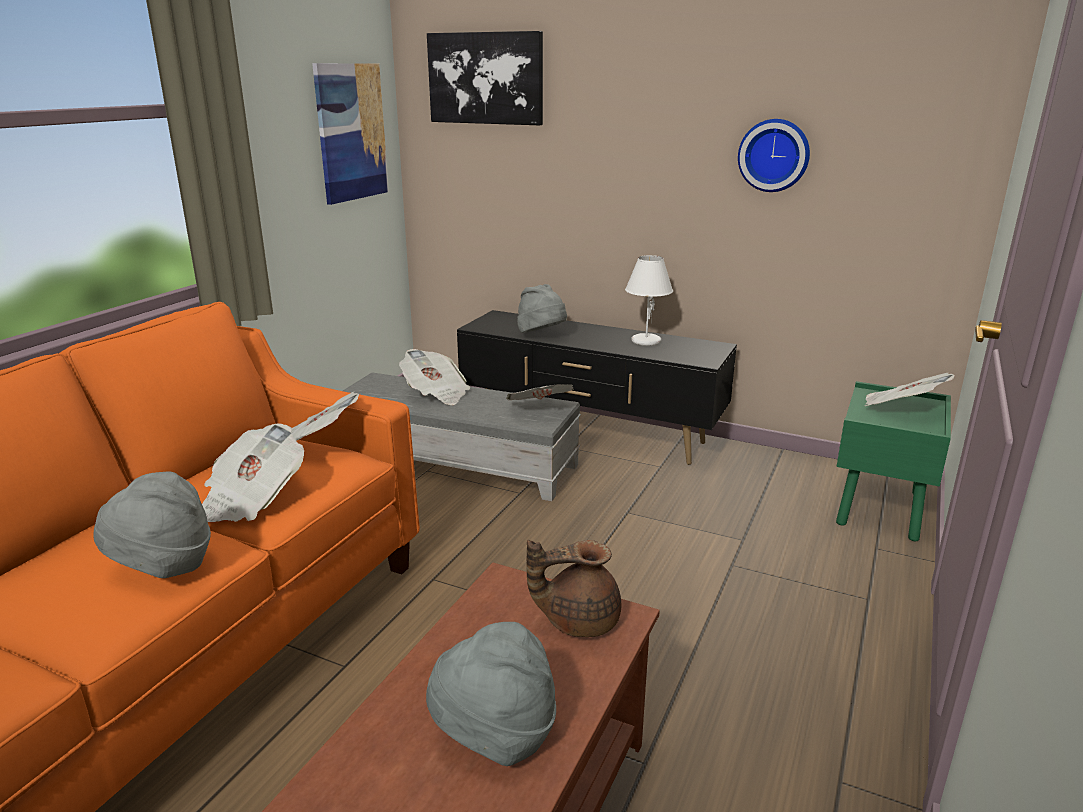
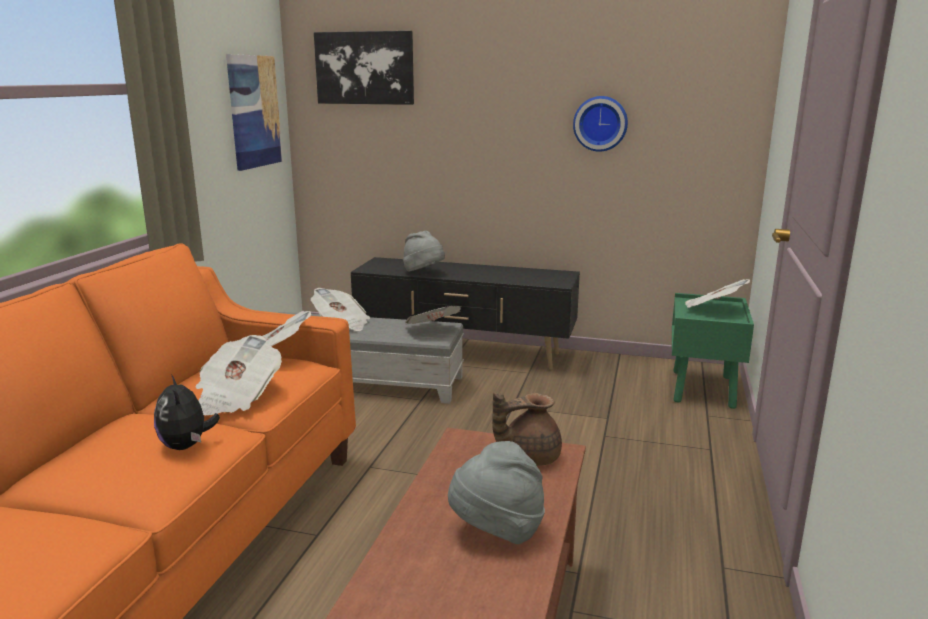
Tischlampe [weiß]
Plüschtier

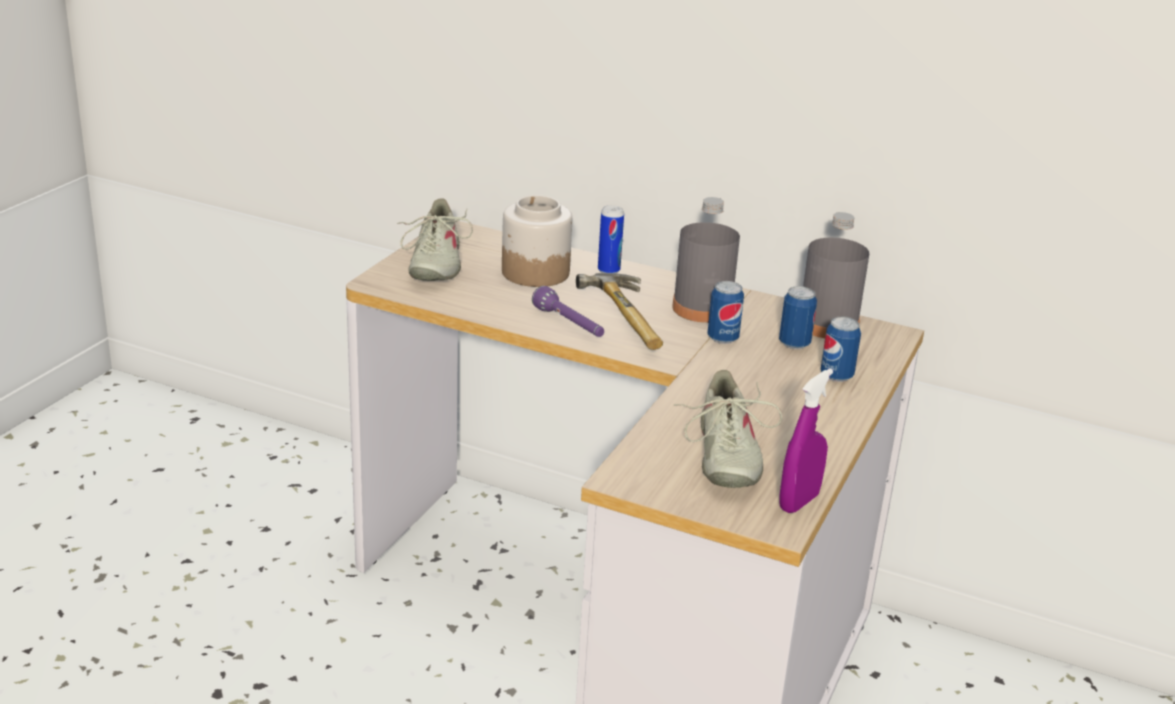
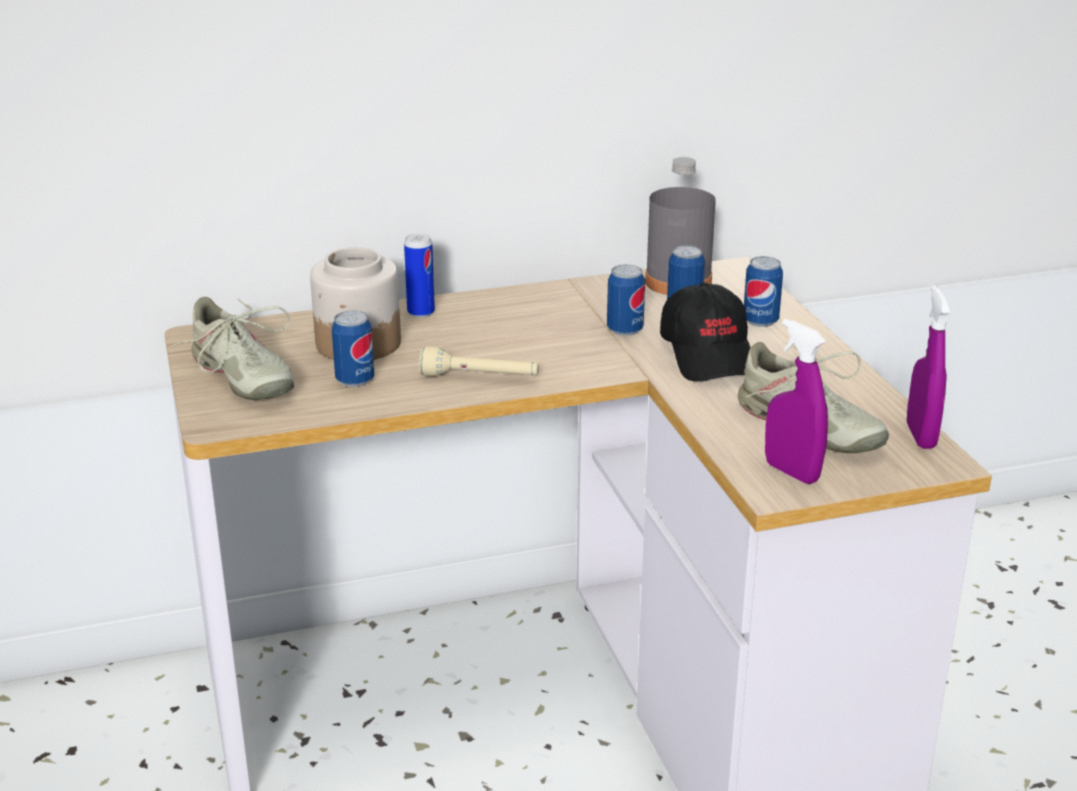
Flasche [grau] (1st from left in the first image)
Hammer
Taschenlampe [beige]
Kappe [schwarz]
Dose (1st from left)
Sprühflasche [lila] (1st from left)

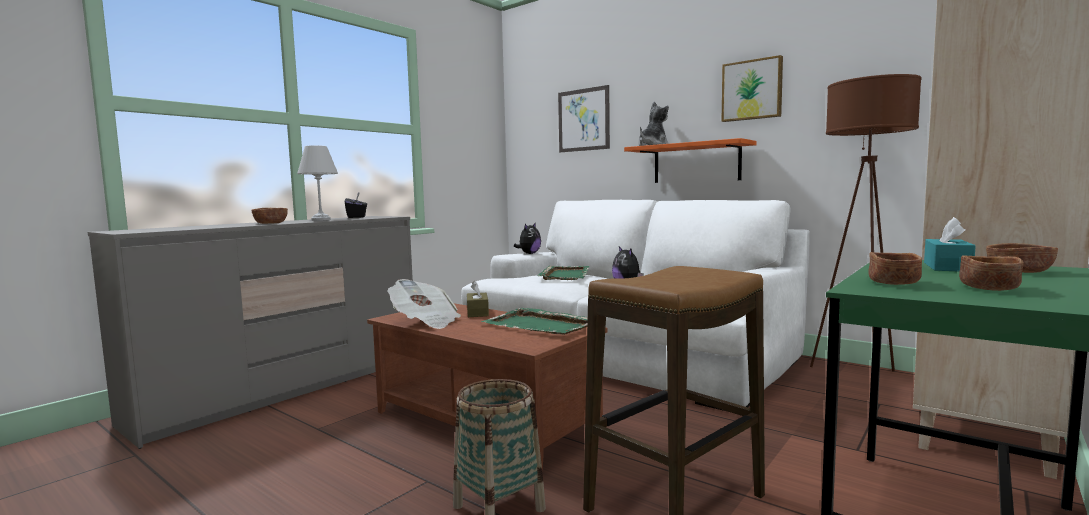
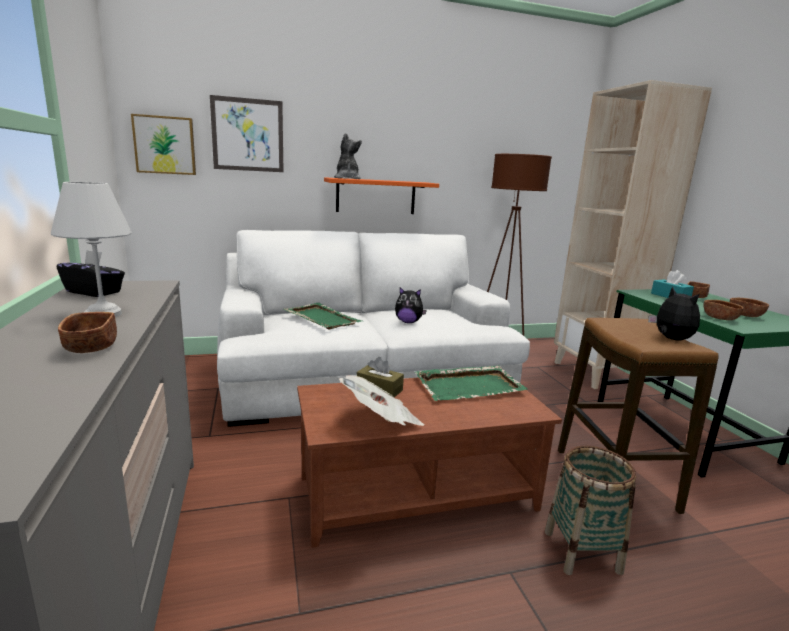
Bild (1st from left)
Plüschtier (3rd from left)

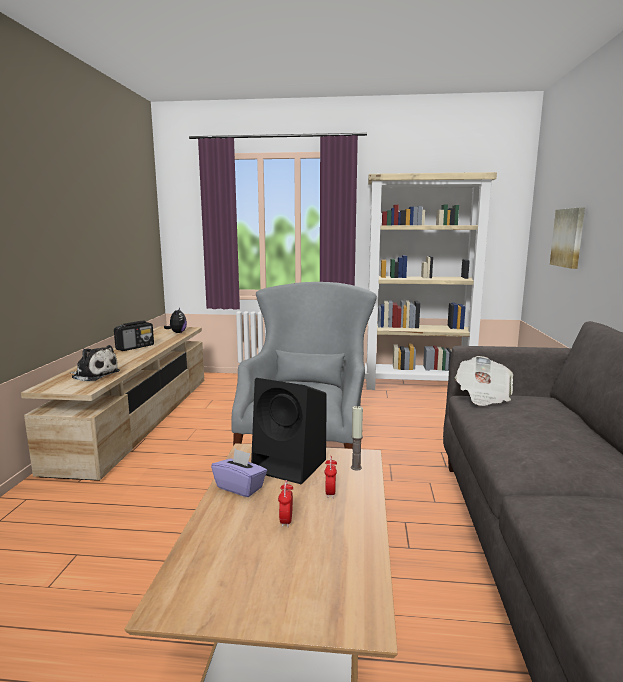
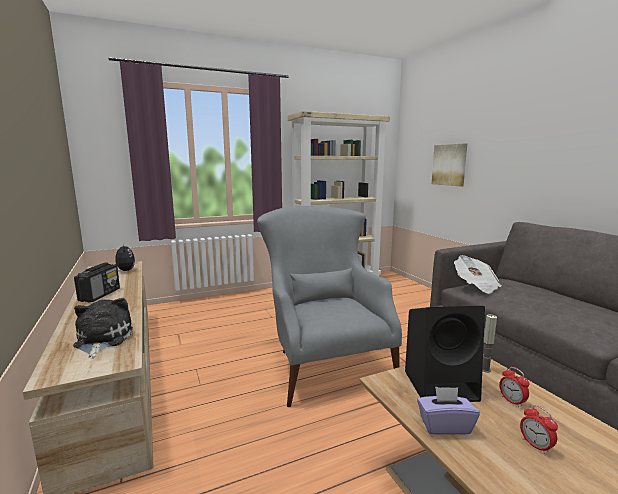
Plüschtier (1st from left)

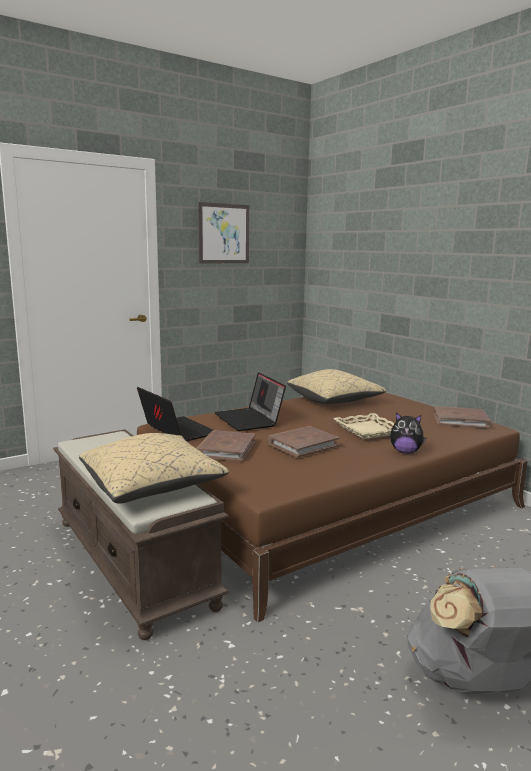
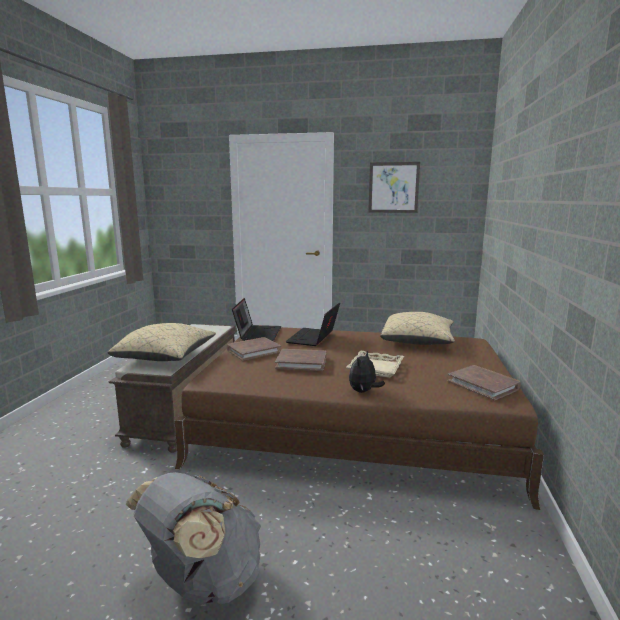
Plüschtier

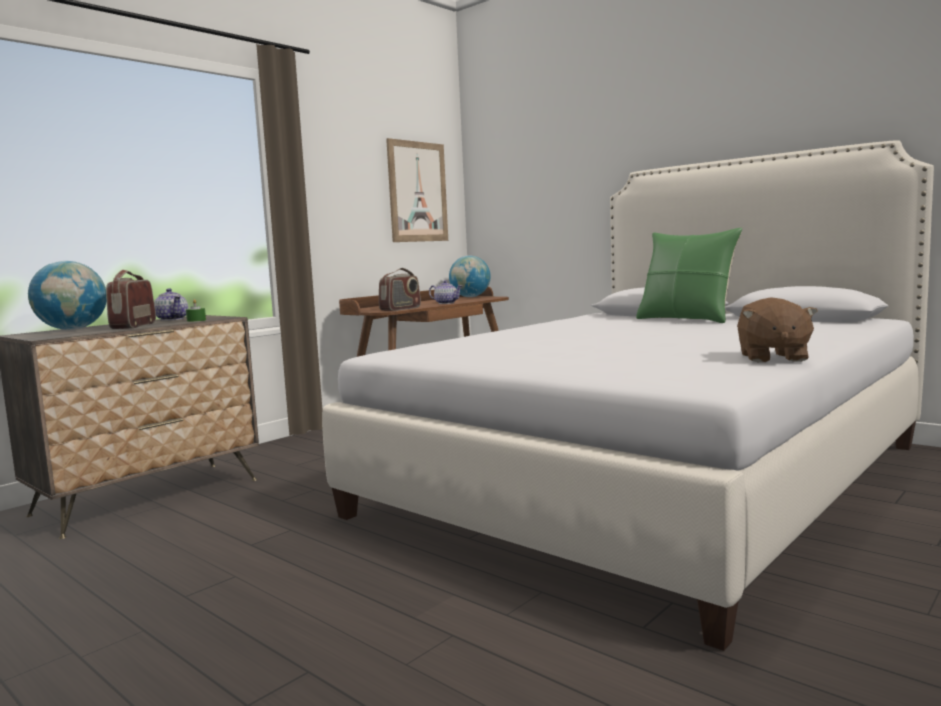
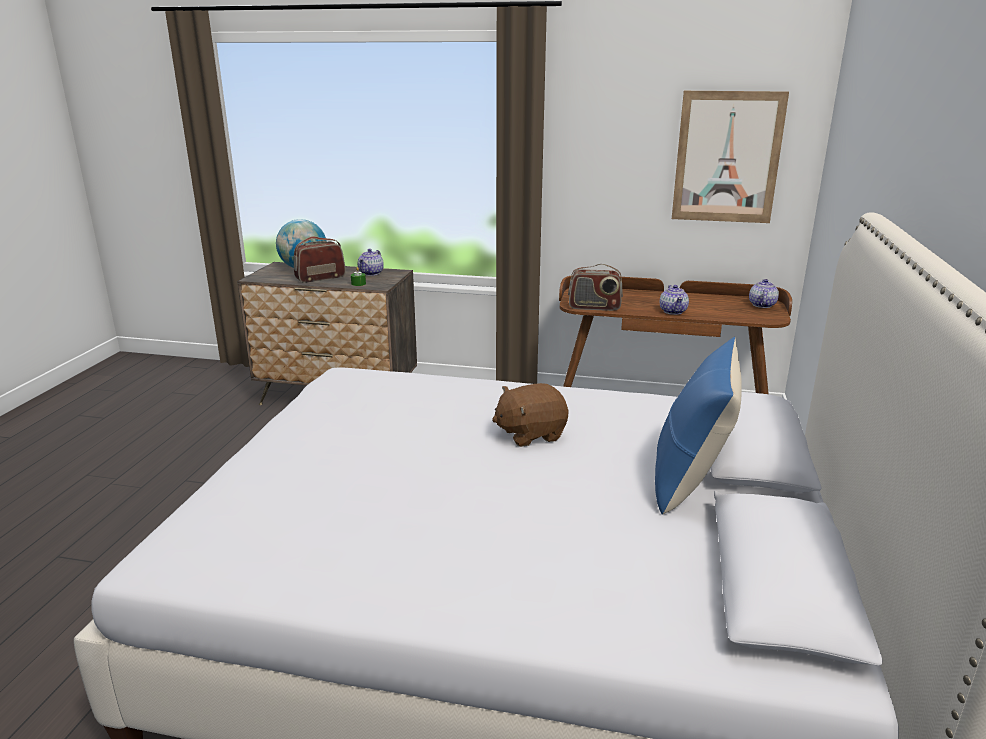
Kissen [blau]
Teekanne (3rd from left)
Plüschtier [braun]

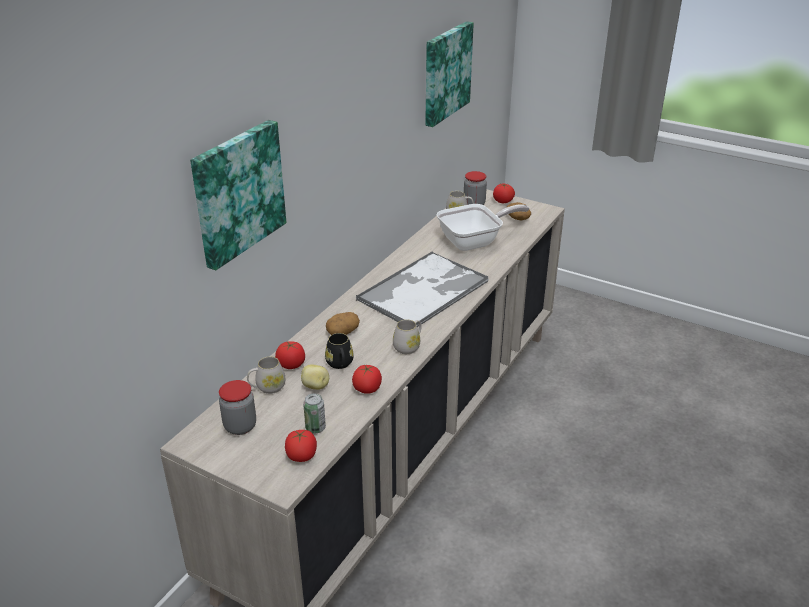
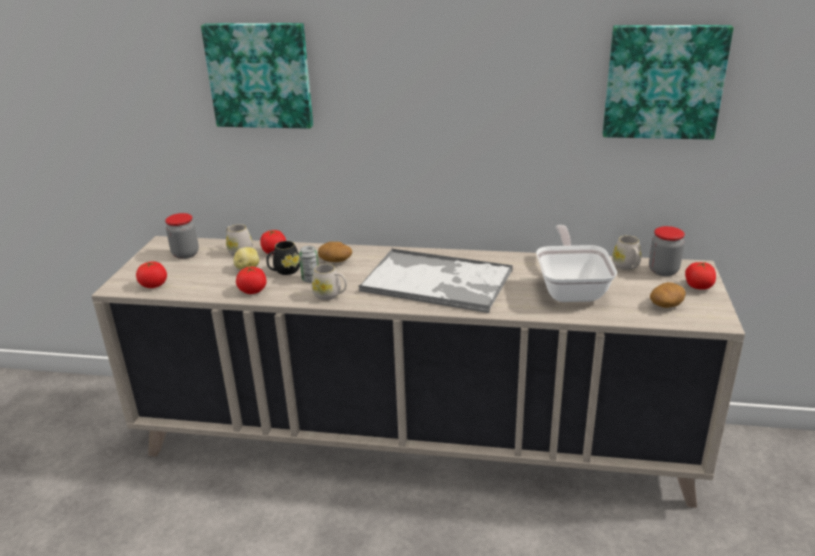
Pfanne
Dose

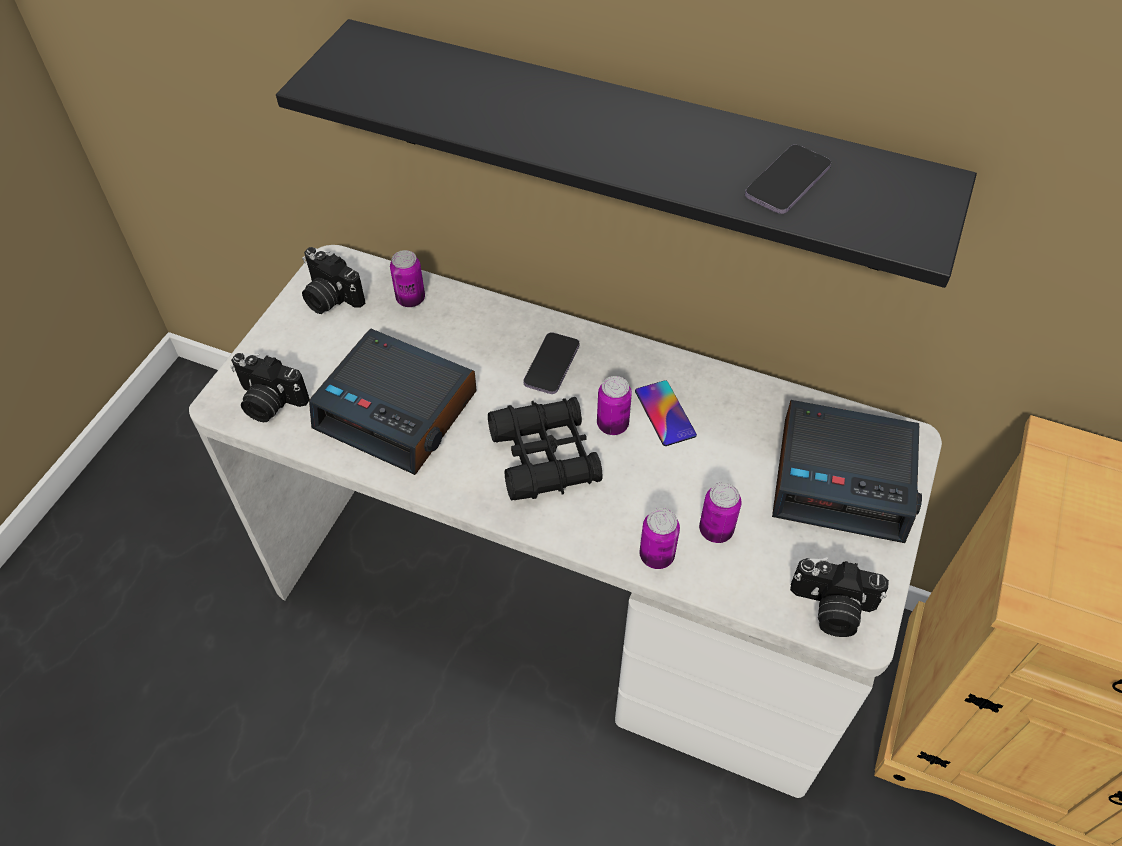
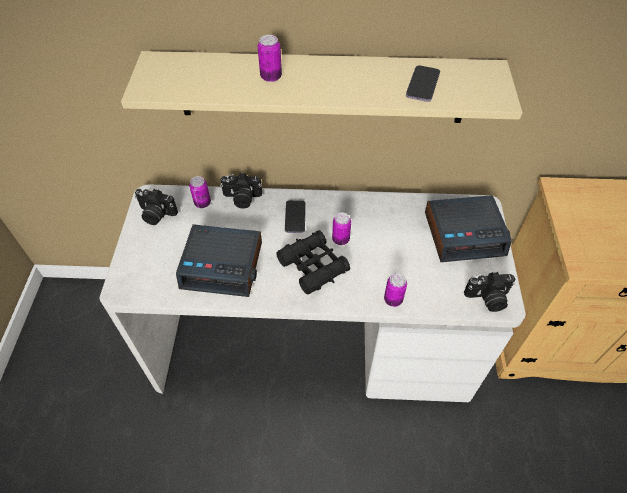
Wandregal [beige]
Kamera (2nd from left)
Handy (2nd from left in the first image)
Dose (2nd from left)

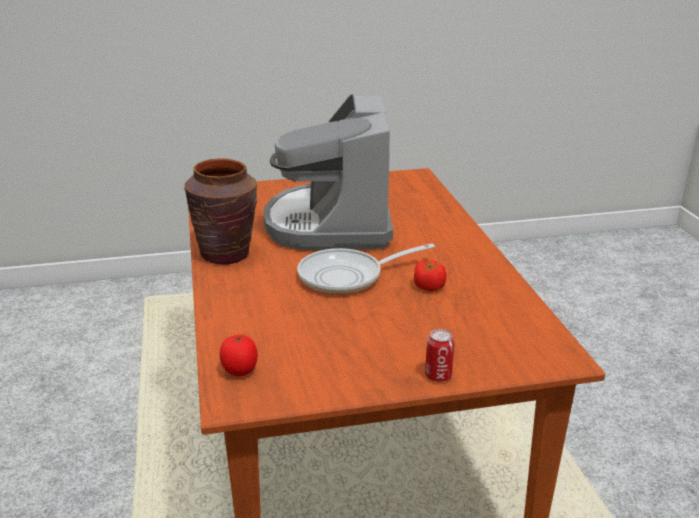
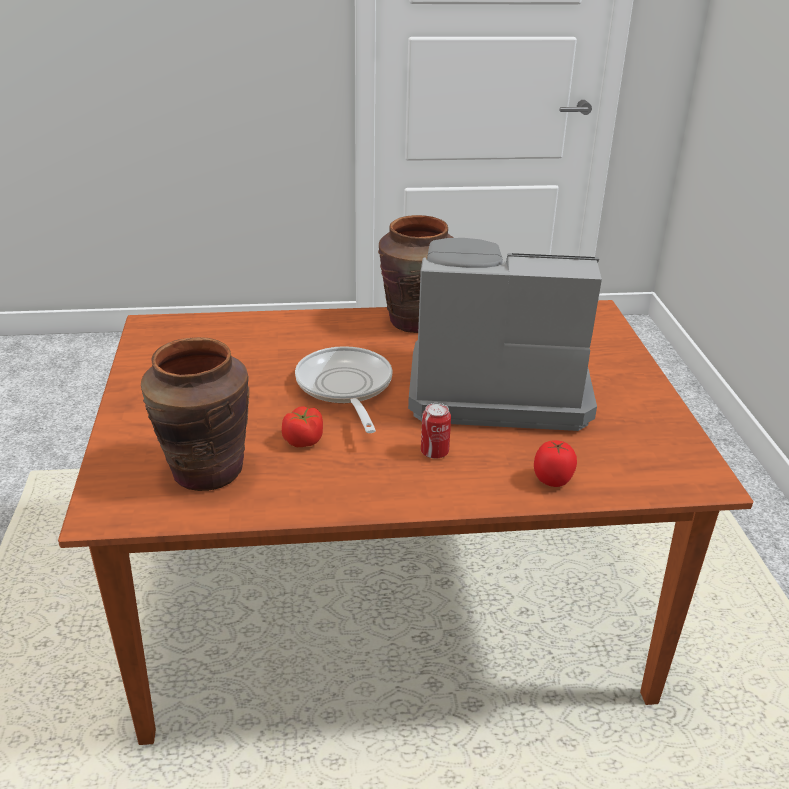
Dose
Tomate (2nd from left)
Vase [braun] (1st from left)

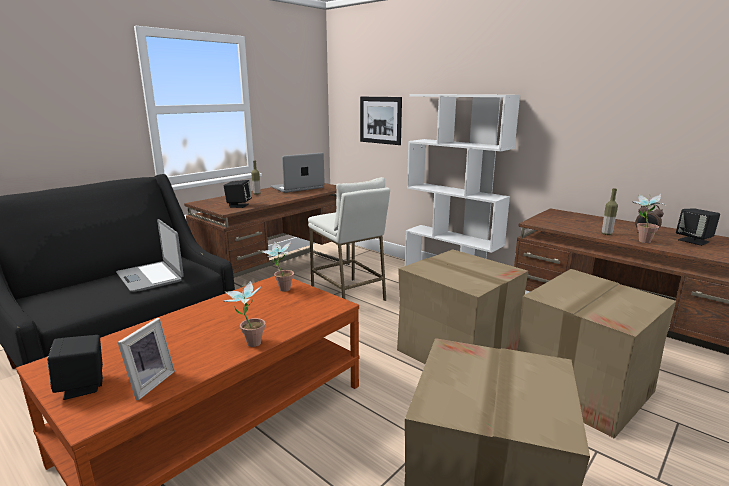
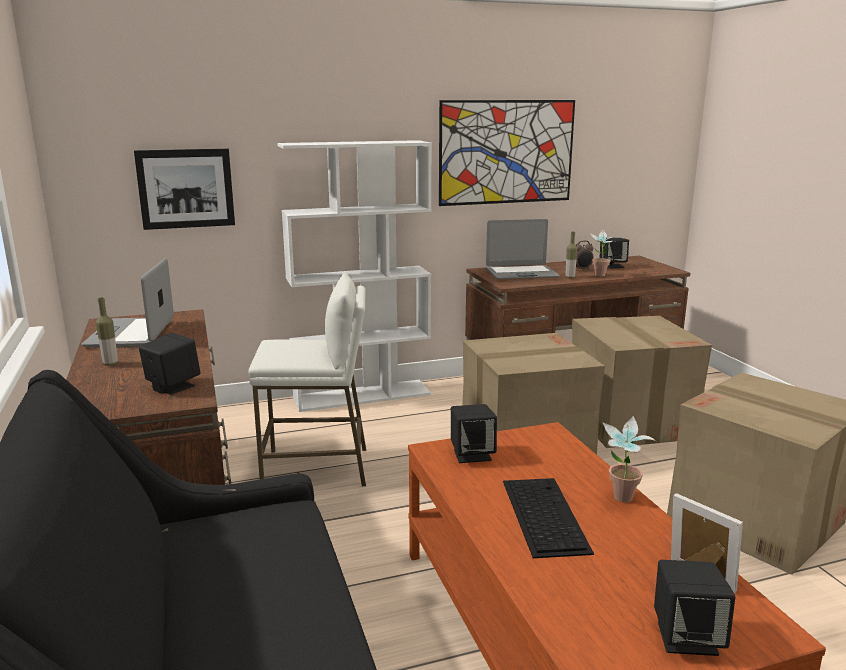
Laptop (2nd from left)
Lautsprecher [schwarz] (2nd from left)
Bild (2nd from left)
Tastatur

